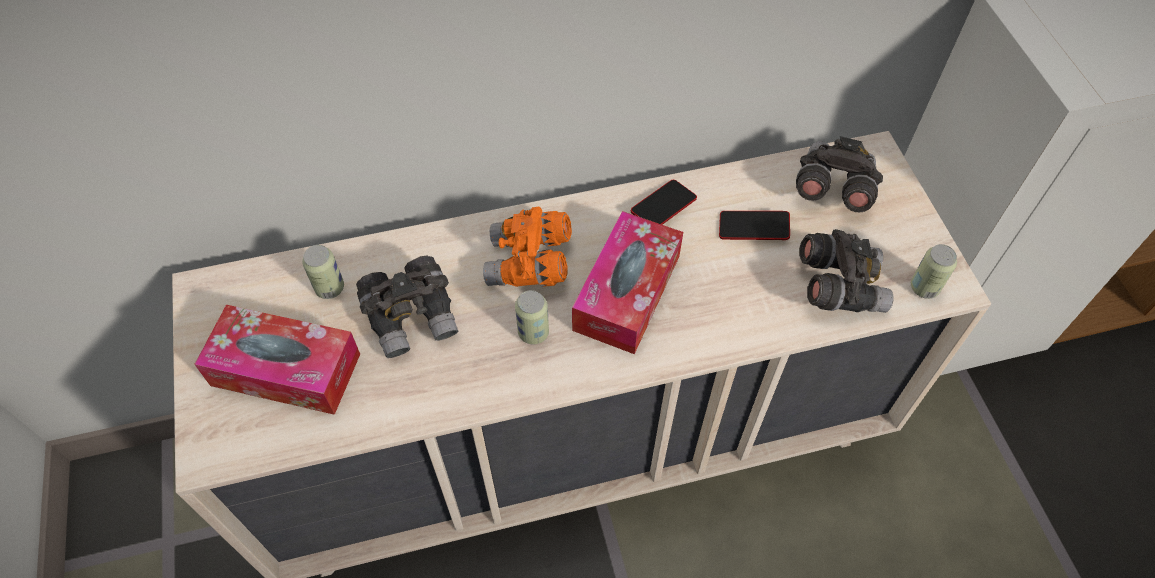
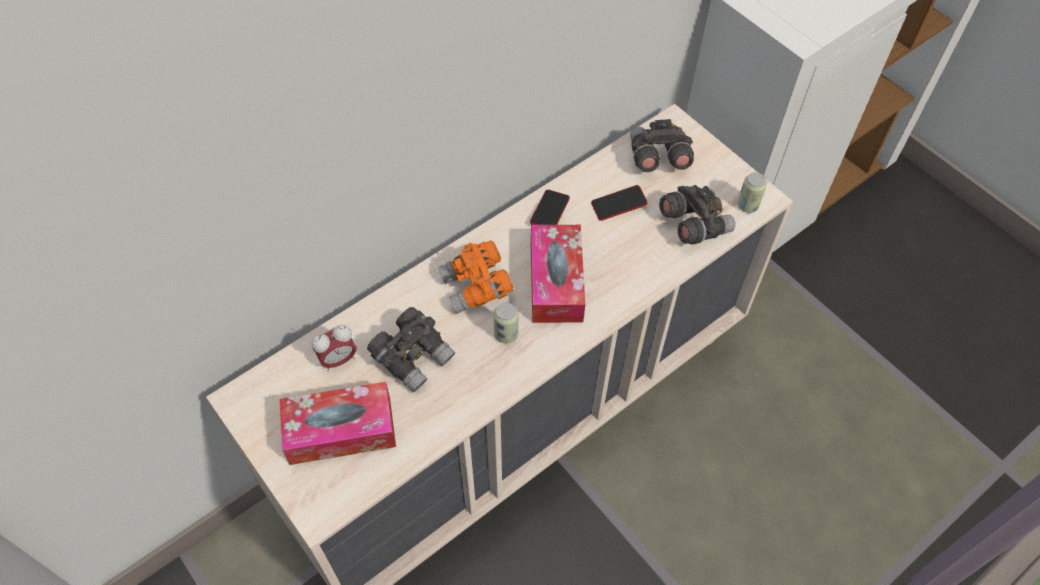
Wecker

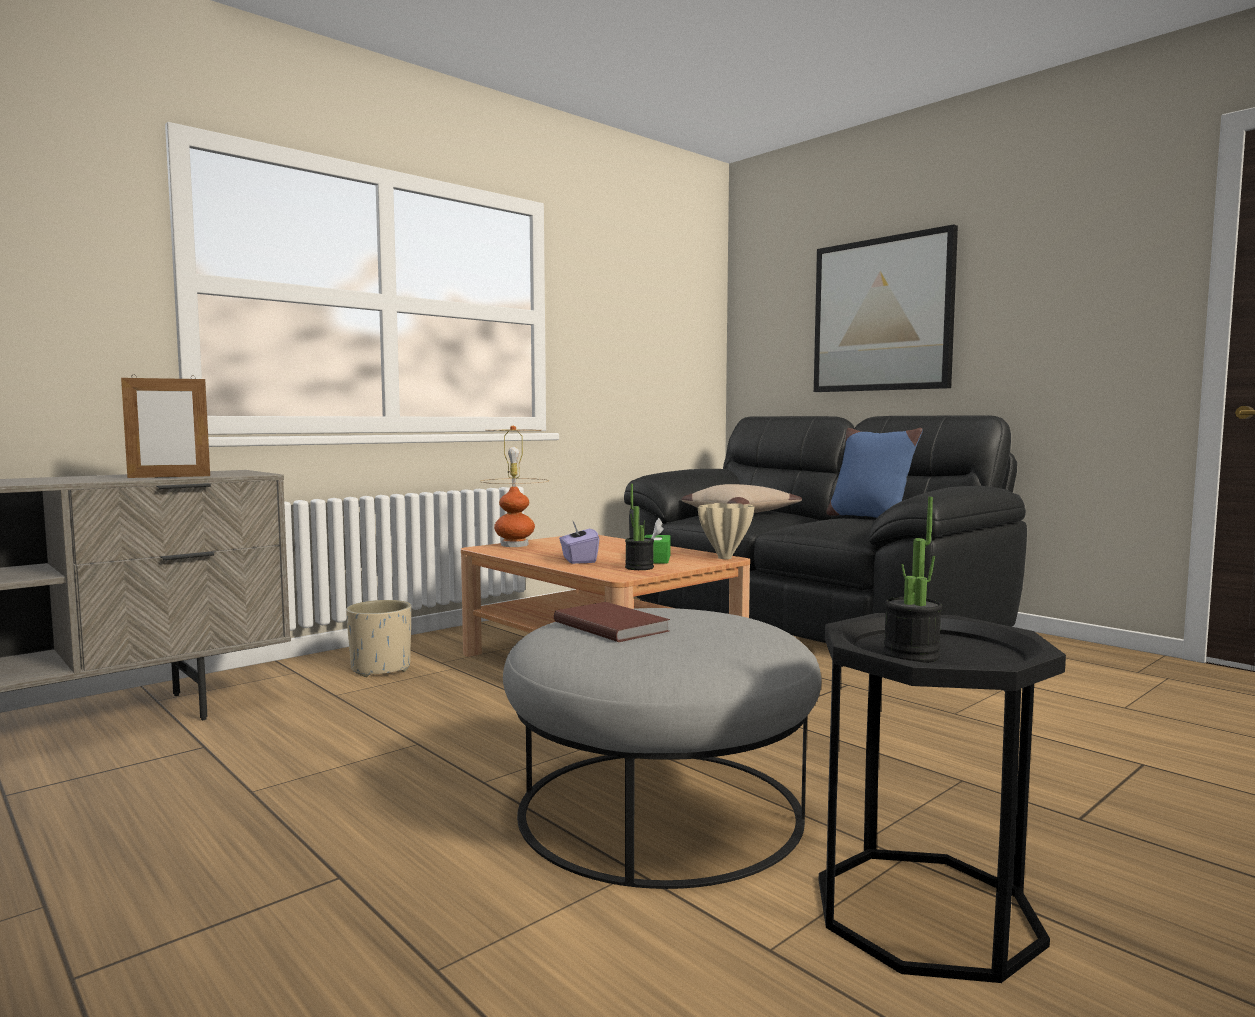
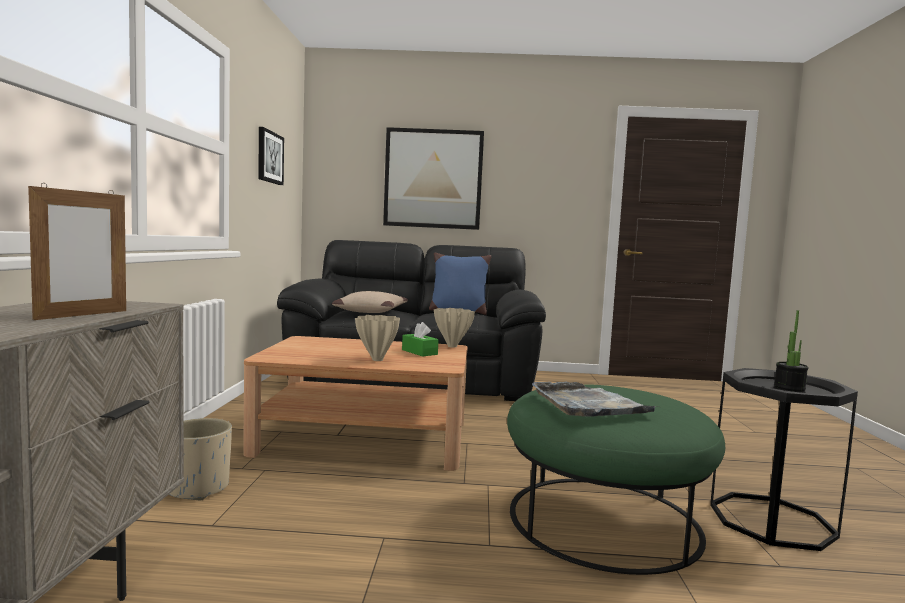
Tischlampe
Topfpflanze (1st from left in the first image)
Vase [beige] (1st from left)
Tablett [grau]
Polsterhocker [grün]
Bild (1st from left)

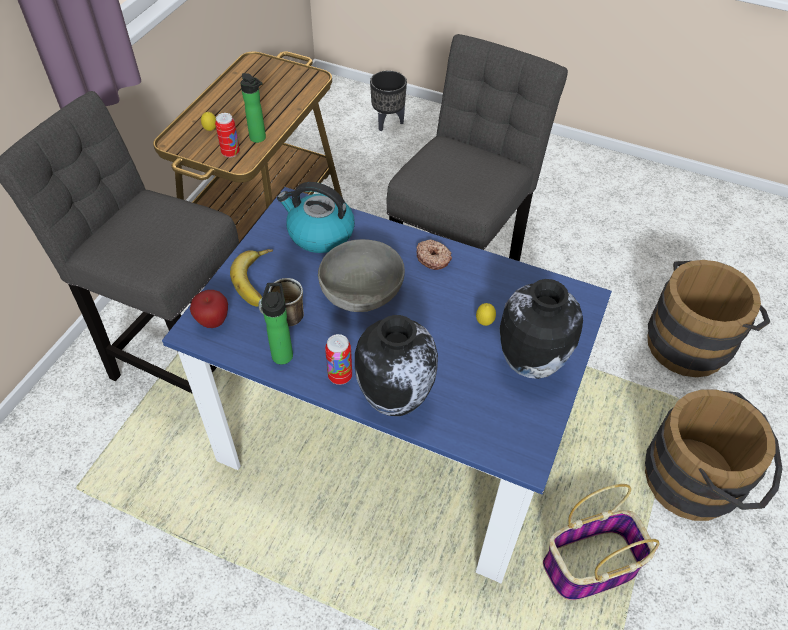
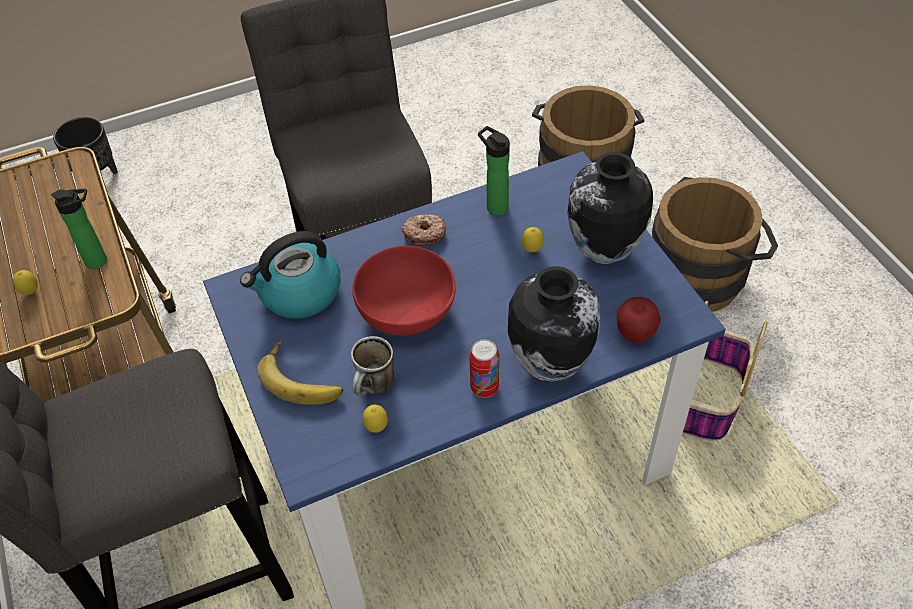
Dose (1st from left in the first image)
Schüssel [rot]
Flasche (2nd from left)
Apfel
Zitrone (2nd from left)

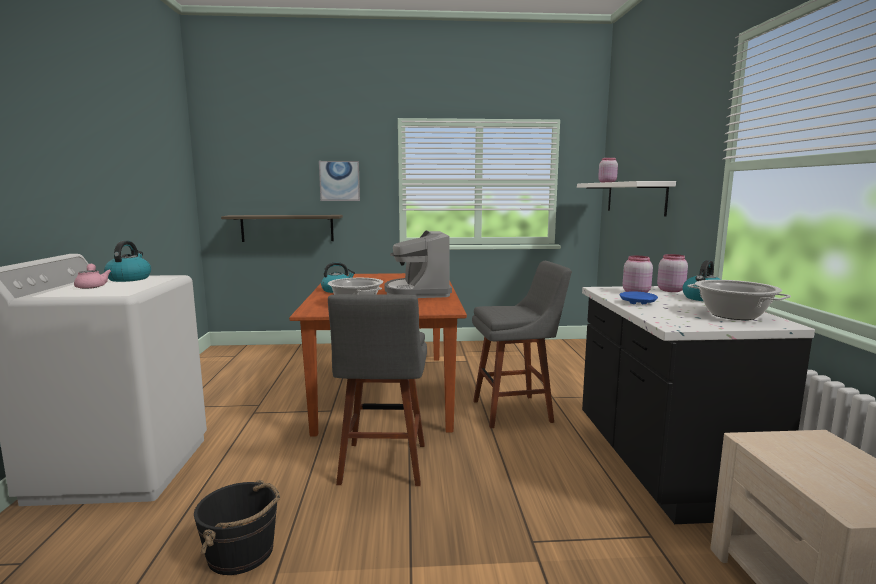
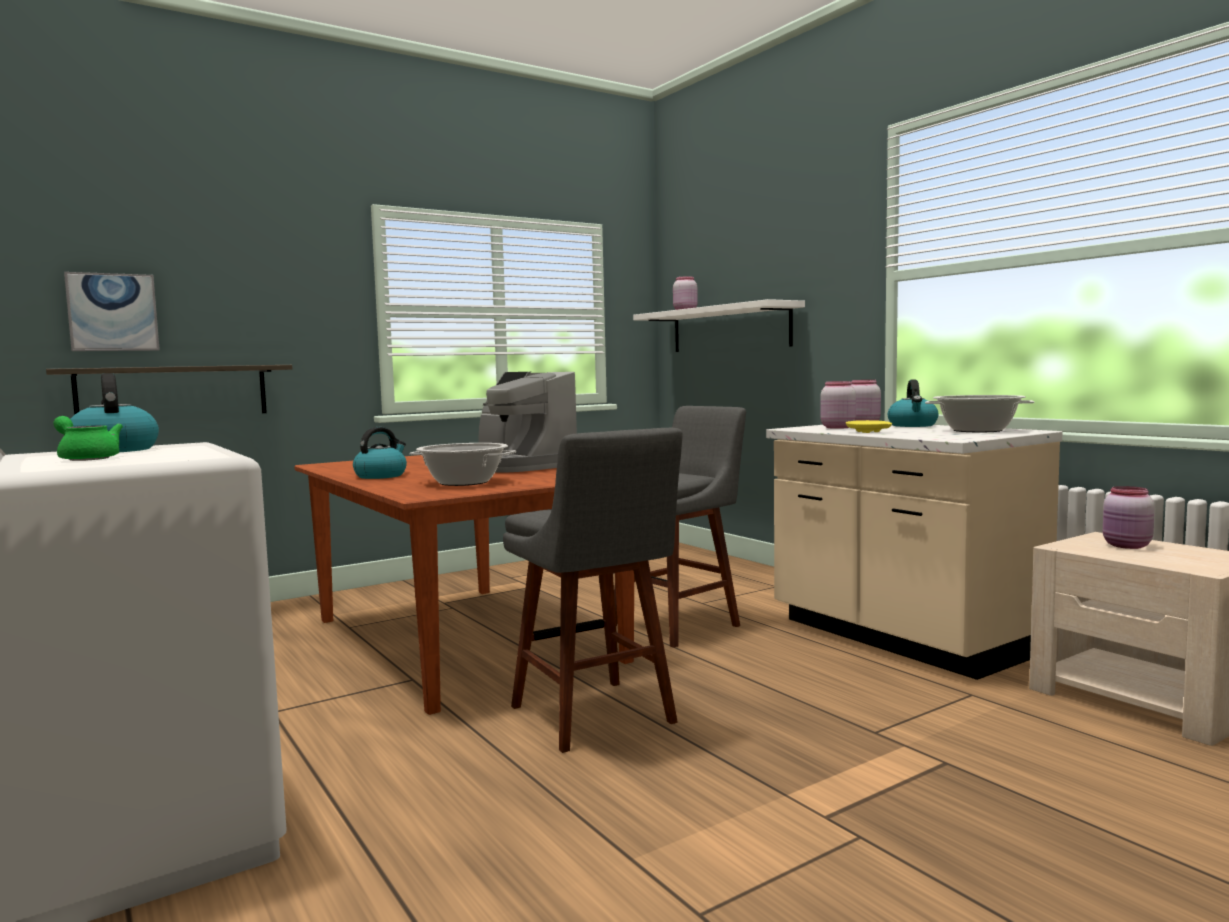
Bild
Teekanne [grün]
Küchenzeile [beige]
Teller [gelb]
Eimer [schwarz]
Vorratsglas [rosa] (4th from left)

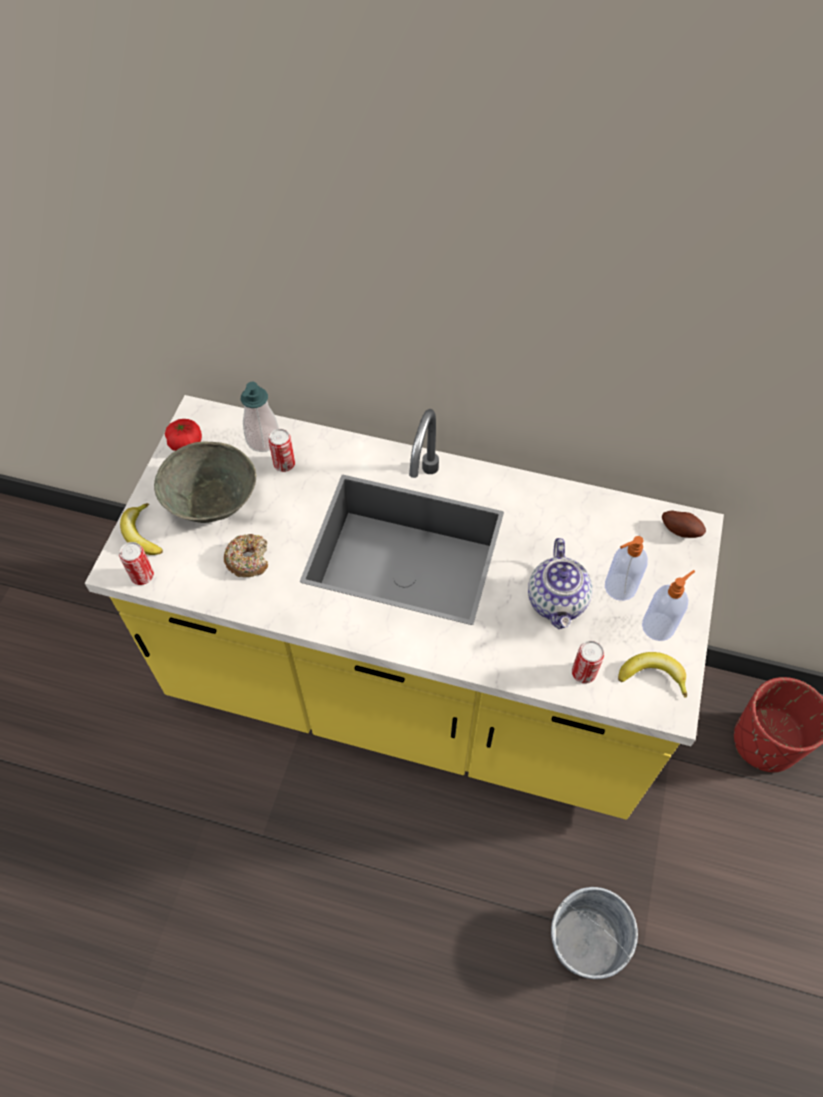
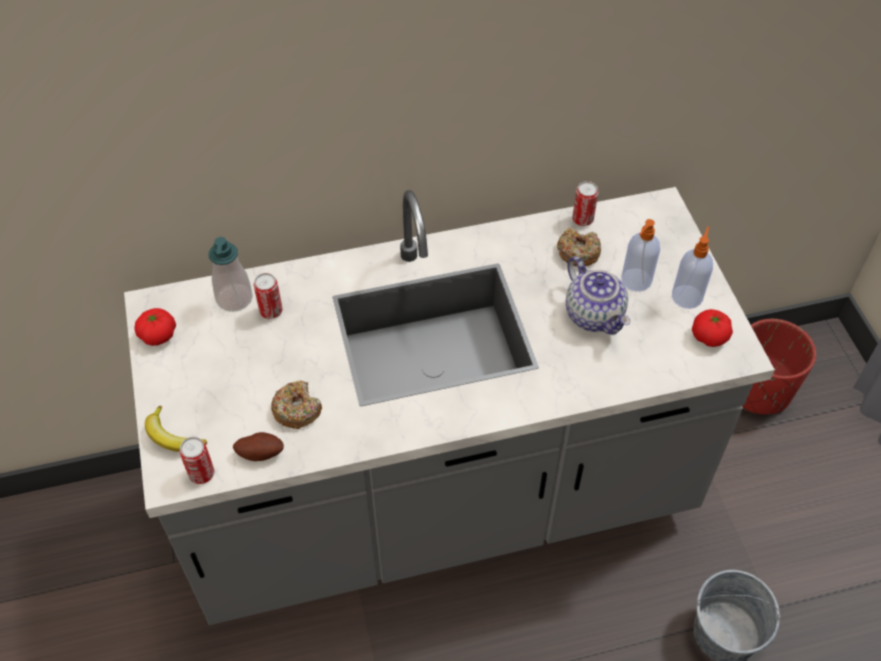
Küchenzeile [grau]
Schüssel [grau]
Kartoffel
Dose (3rd from left)
Tomate (2nd from left)
Donut (2nd from left)

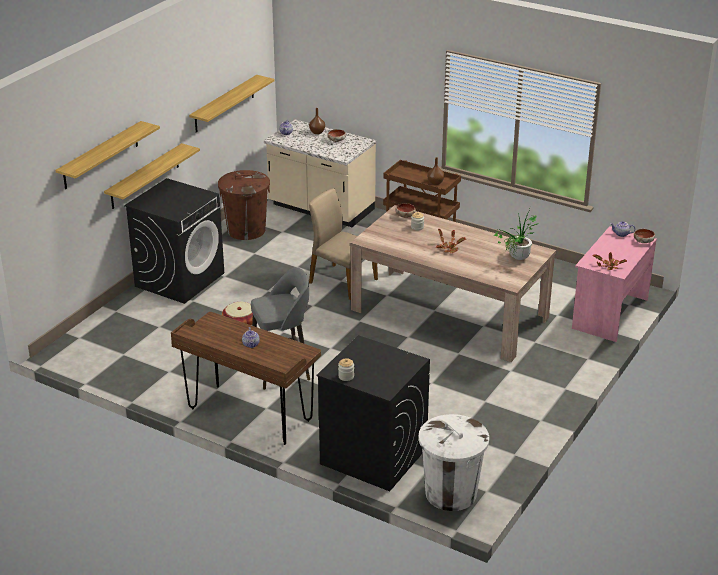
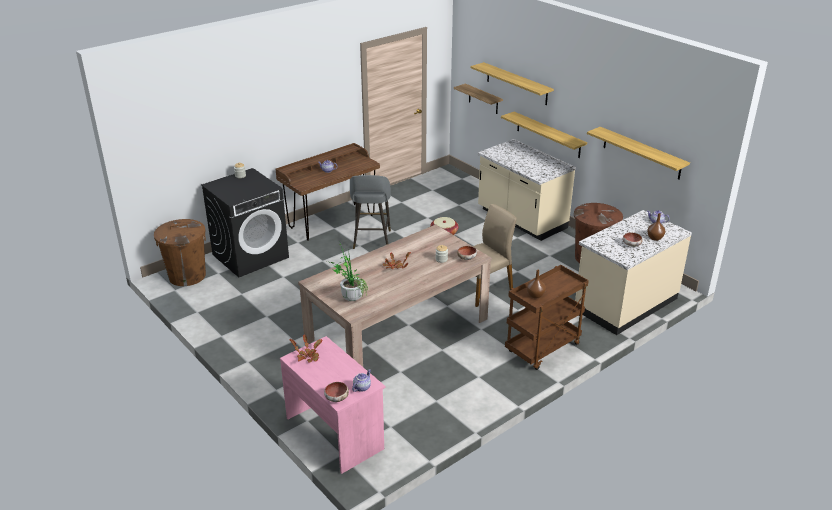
Küchenzeile [beige] (1st from left)
Mülleimer [braun] (1st from left)
Wandregal (1st from left)

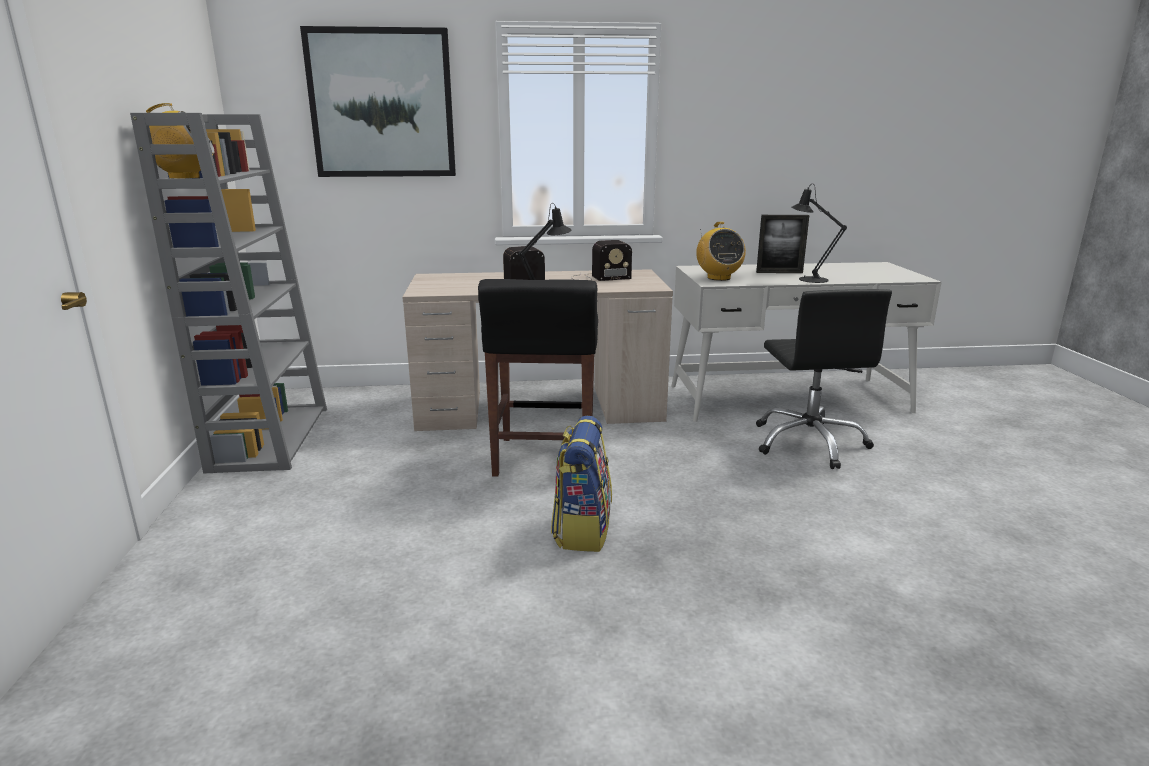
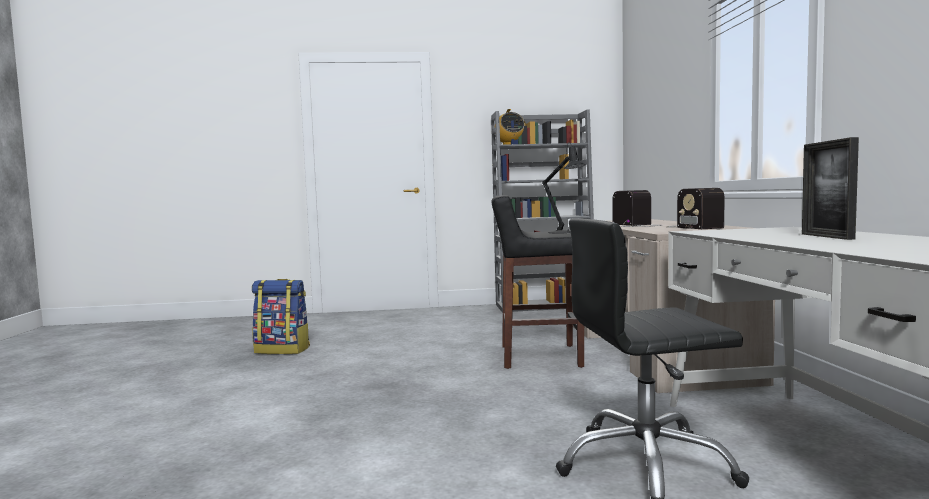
Bild
Tischlampe [schwarz] (2nd from left in the first image)
Radio (4th from left in the first image)
Rucksack

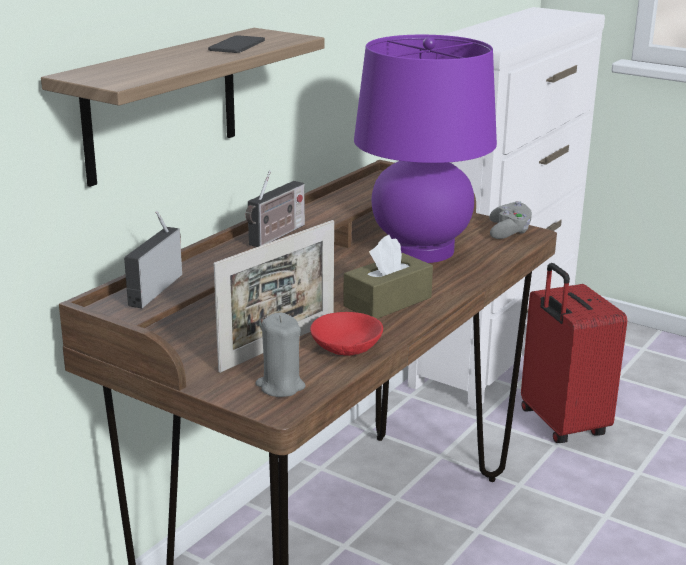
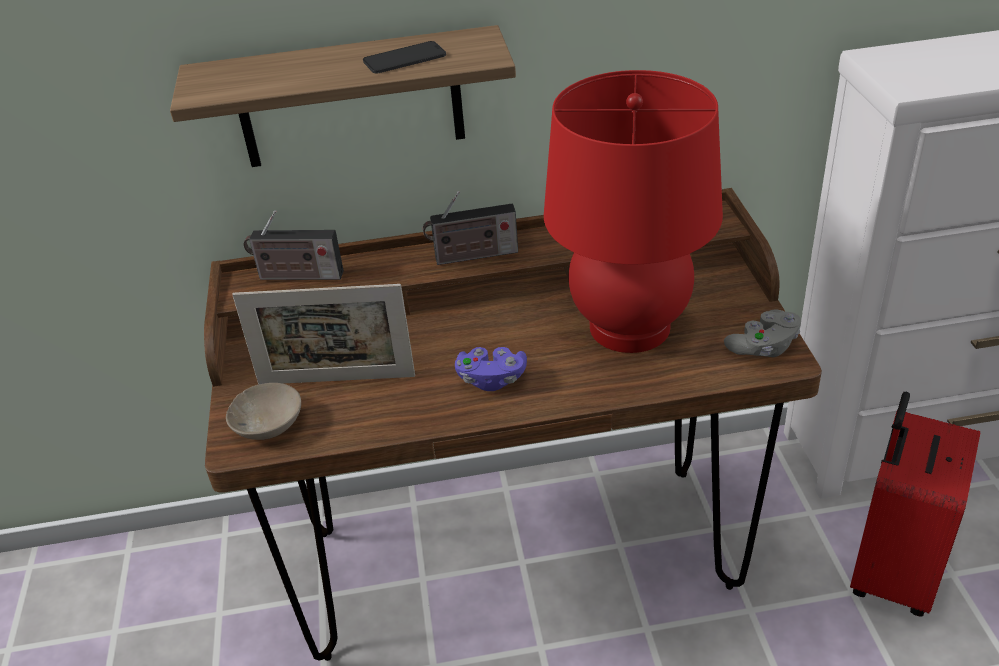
Tischlampe [rot]
Radio (1st from left)
Gamepad [lila]
Schüssel [rot]
Schüssel [beige]

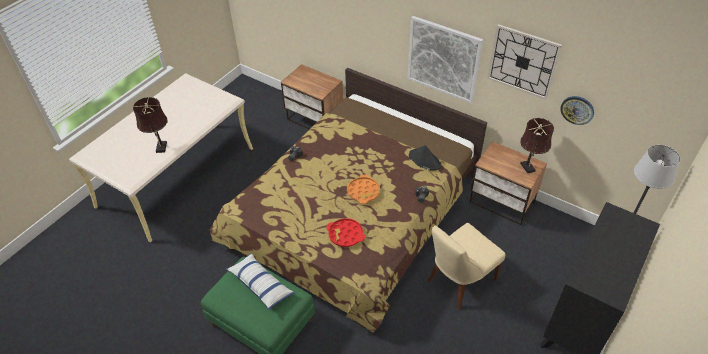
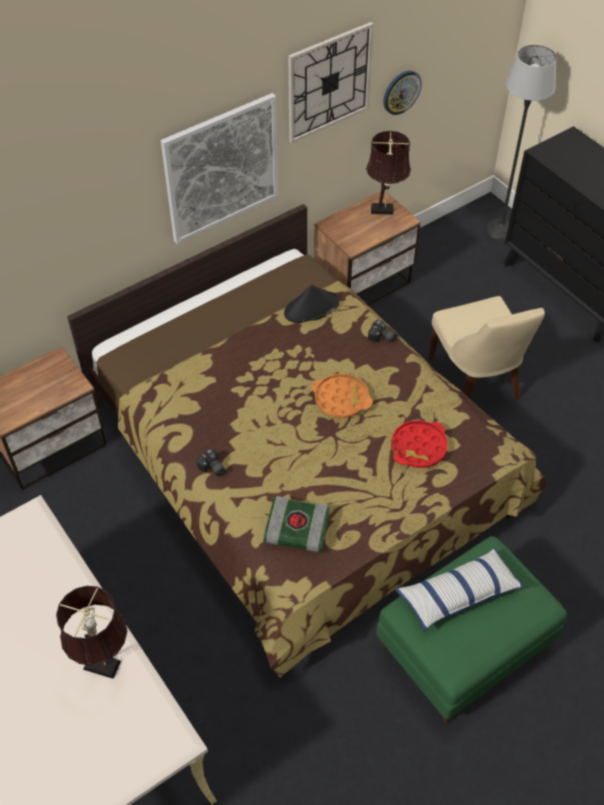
Buch

